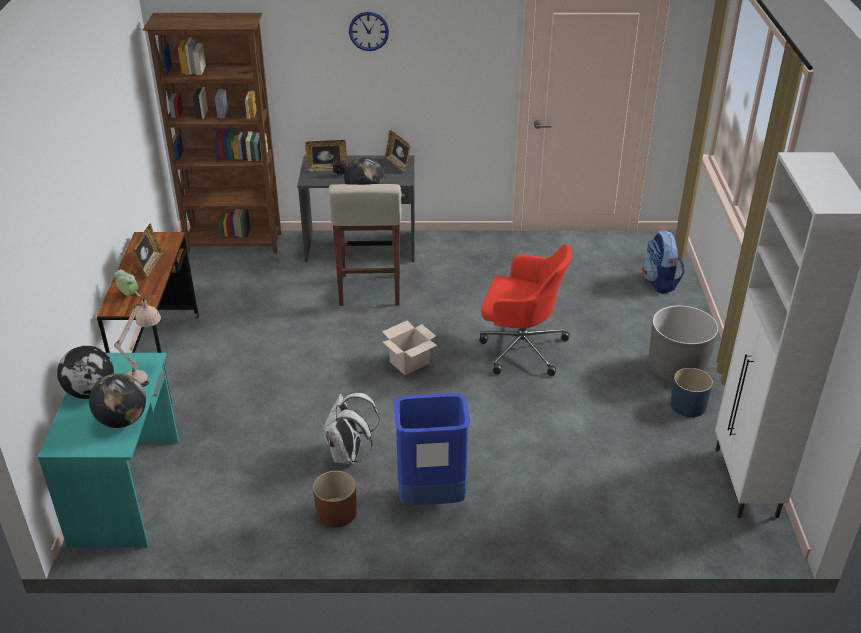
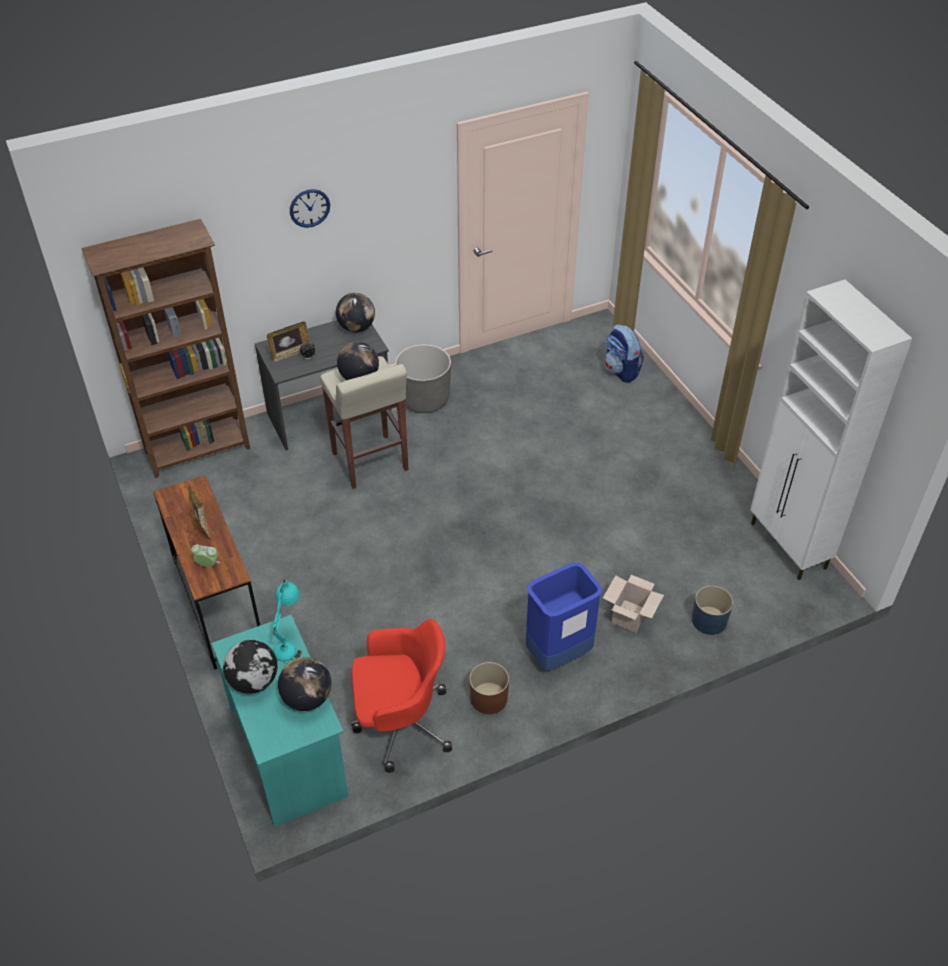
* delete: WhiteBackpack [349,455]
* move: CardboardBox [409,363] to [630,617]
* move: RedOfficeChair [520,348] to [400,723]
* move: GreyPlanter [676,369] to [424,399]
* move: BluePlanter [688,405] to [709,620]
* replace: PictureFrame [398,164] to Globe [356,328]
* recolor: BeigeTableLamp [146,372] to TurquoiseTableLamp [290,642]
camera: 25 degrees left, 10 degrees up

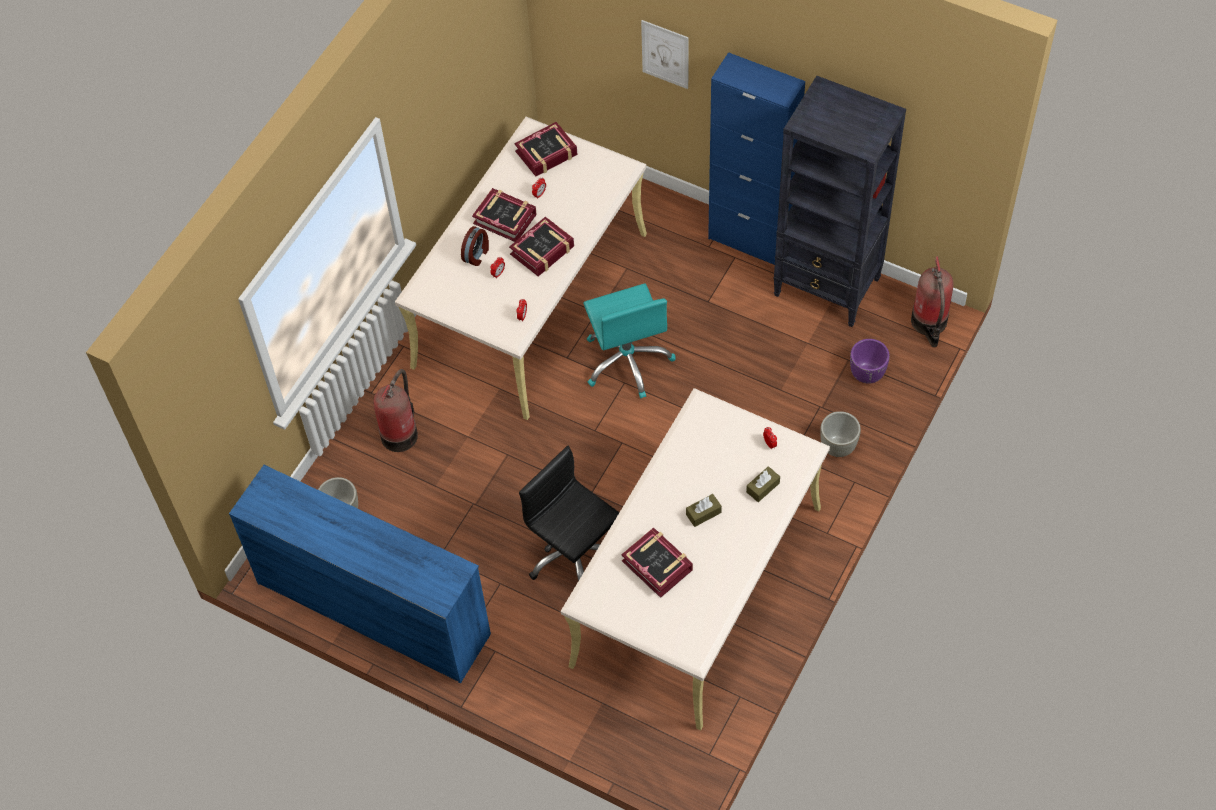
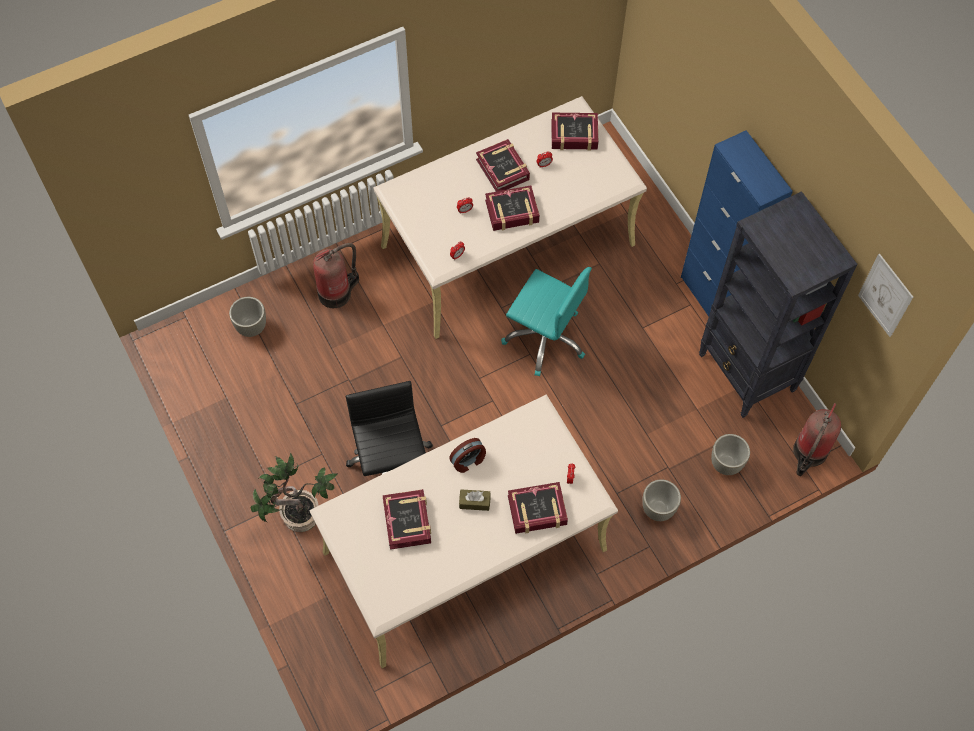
* delete: BlueDresser [373,607]
* insert: PottedPlant [300,517]
* move: AlarmClock [477,255] to [468,461]
* move: Picture [665,54] to [885,295]
* replace: BrownTissueBox [763,487] to Book [537,511]
* recolor: PurplePlanter [867,374] to GreyPlanter [726,464]
* rotate: TurquoiseOfficeChair [628,360] = [545,338] 75 degrees counterclockwise
camera: 30 degrees right, 5 degrees up

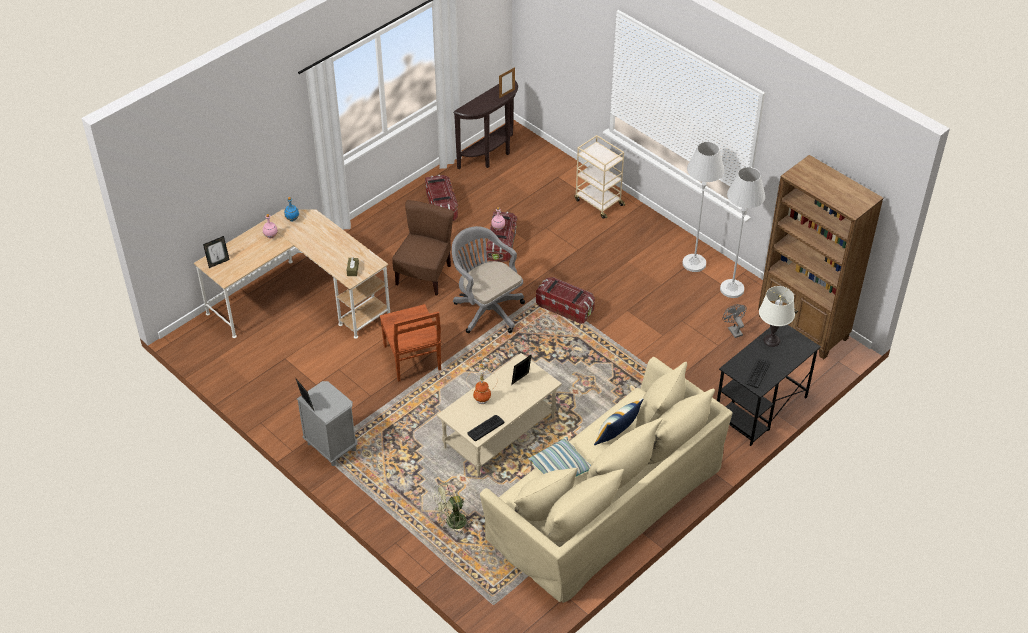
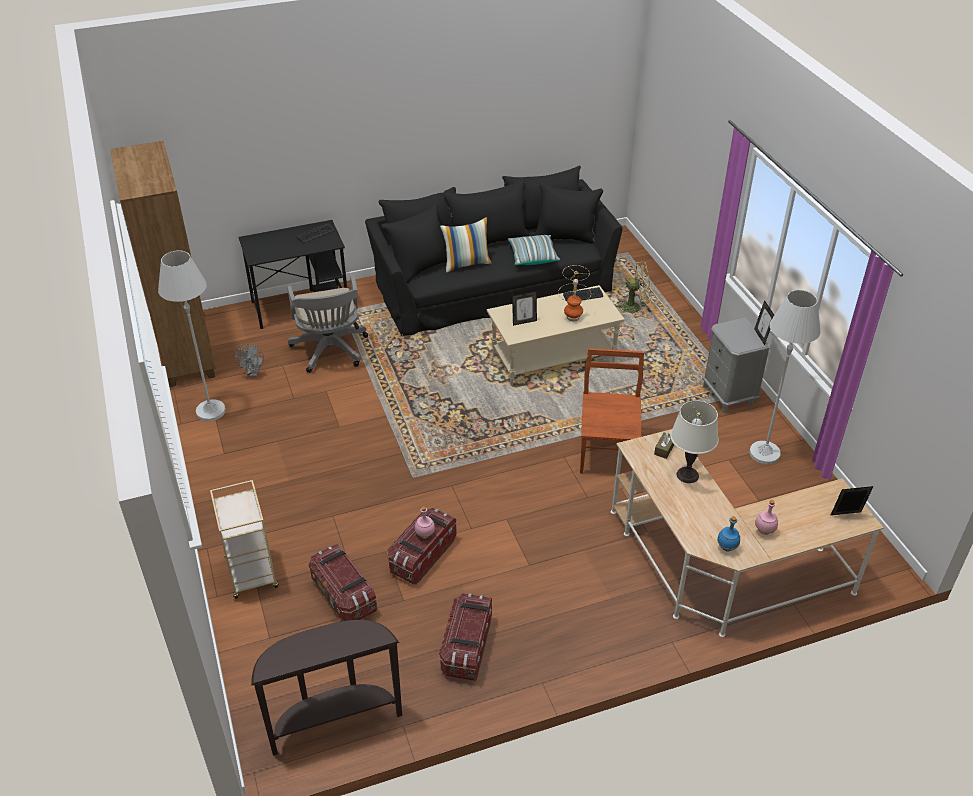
* delete: BrownChair [424,275]
* delete: PictureFrame [507,93]
* move: GreyOfficeChair [486,309] to [330,352]
* move: StorageBox [565,308] to [343,595]
* move: WhiteFloorLamp [694,263] to [764,453]
* move: WhiteTableLamp [771,340] to [687,475]
* recolor: BeigeSofa [605,500] to BlackSofa [493,285]
camera: 155 degrees left, 5 degrees down

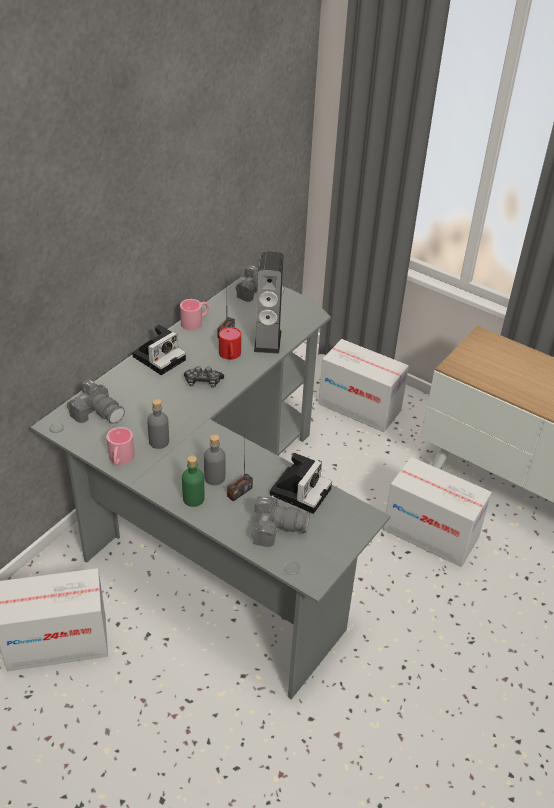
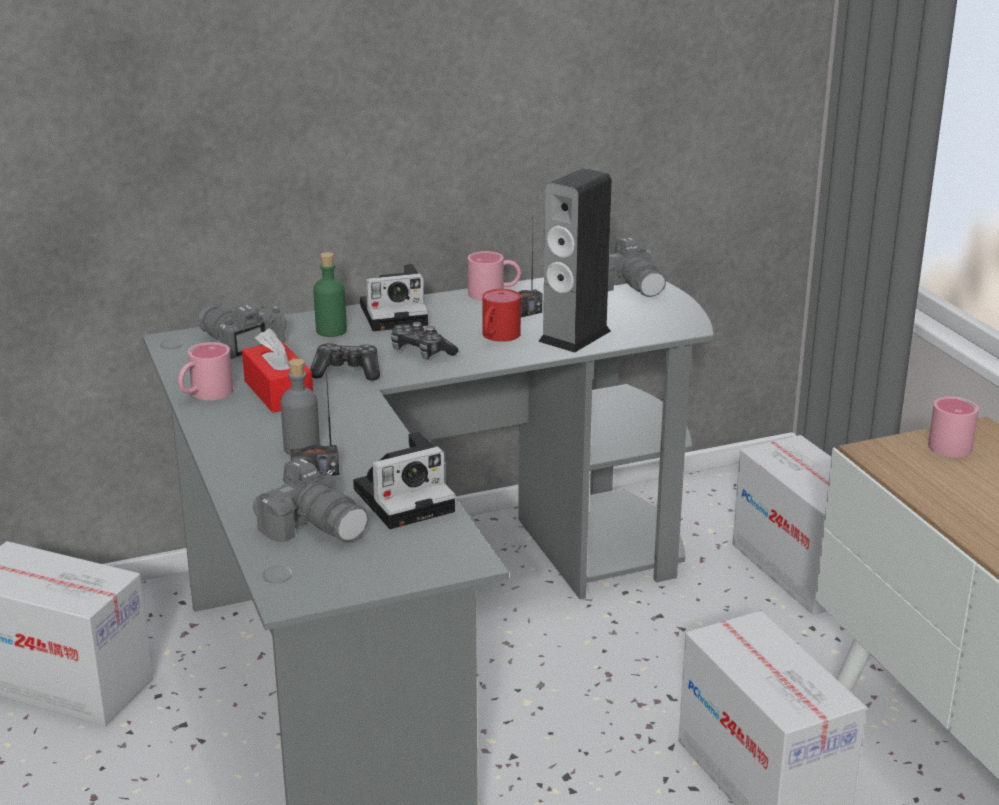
* insert: GameController [347,372]
* insert: PinkMug [952,443]
* move: GreenBottle [193,499] to [331,331]
* replace: GreyBottle [159,442] to RedTissueBox [278,392]
* rotate: PhotoCamera [98,412] = [241,344] 150 degrees clockwise
camera: 35 degrees right, 15 degrees down

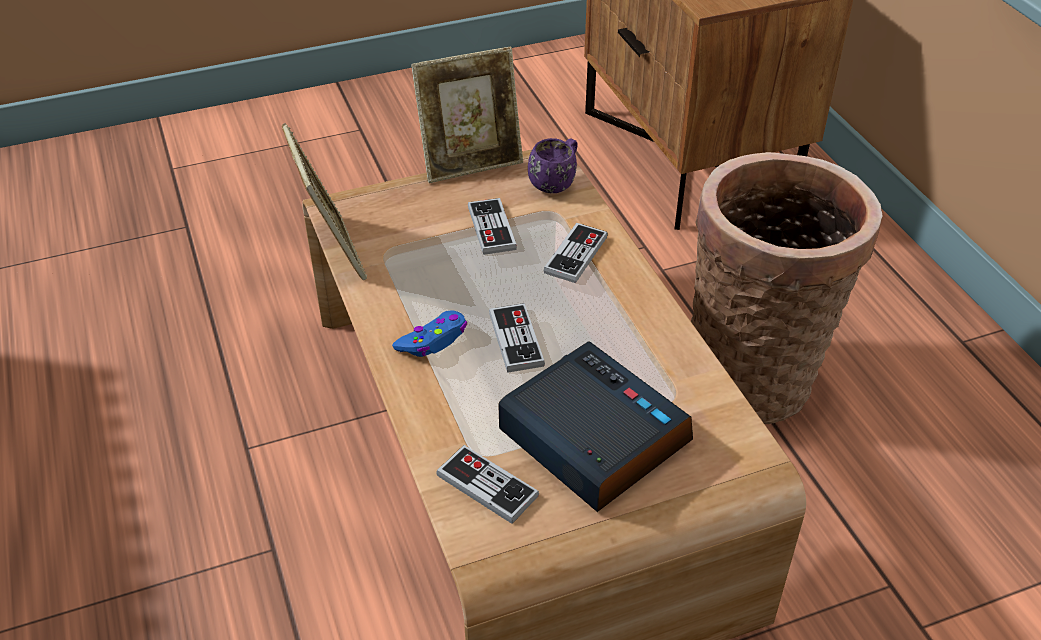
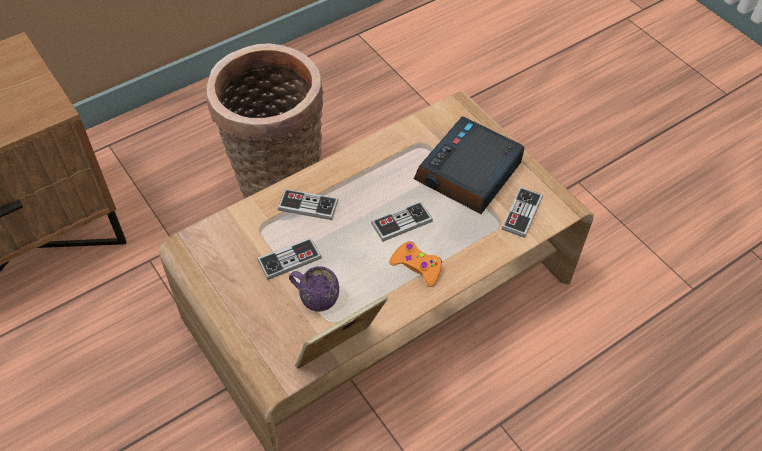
* delete: PictureFrame [471,162]
* move: PurpleMug [556,182] to [314,298]
* recolor: BlueGameController [433,341] to OrangeGameController [417,266]
camera: 105 degrees left, 10 degrees up

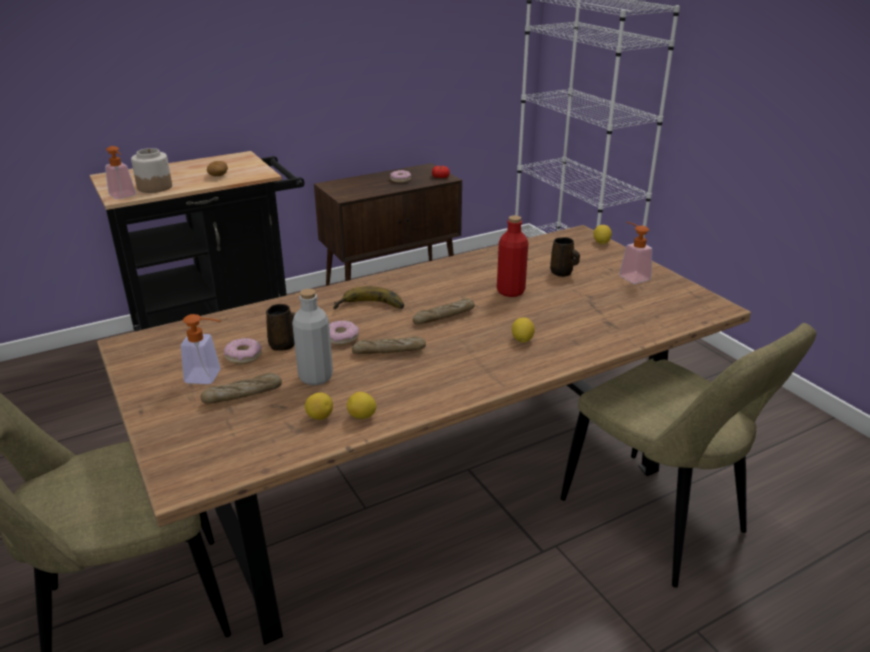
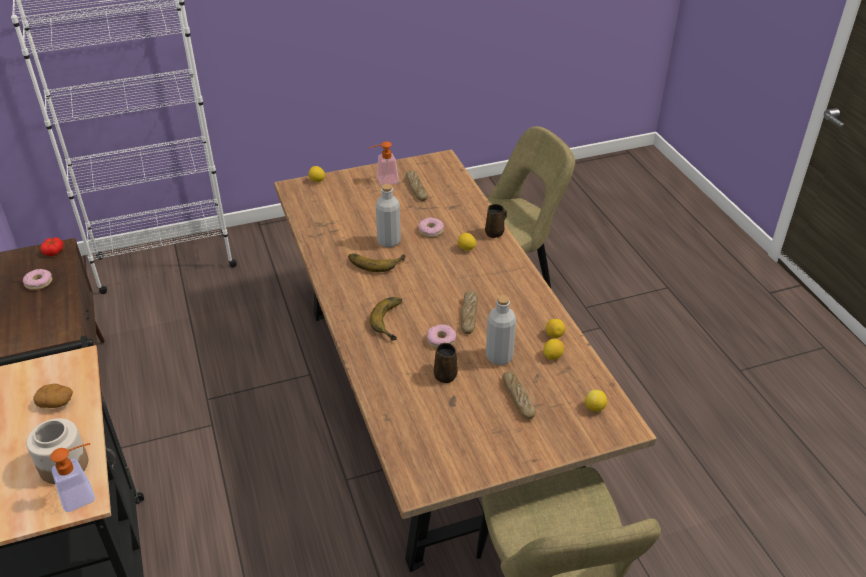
* delete: SoapDispenser [209,377]
* insert: Banana [375,261]
* insert: Lemon [595,408]
* move: Donut [243,356] to [431,231]
* move: Bread [444,317] to [416,188]
* move: BrownMug [562,273] to [495,232]
* recolor: RedBottle [510,291] to GreyBottle [389,241]
camera: 80 degrees left, 10 degrees up

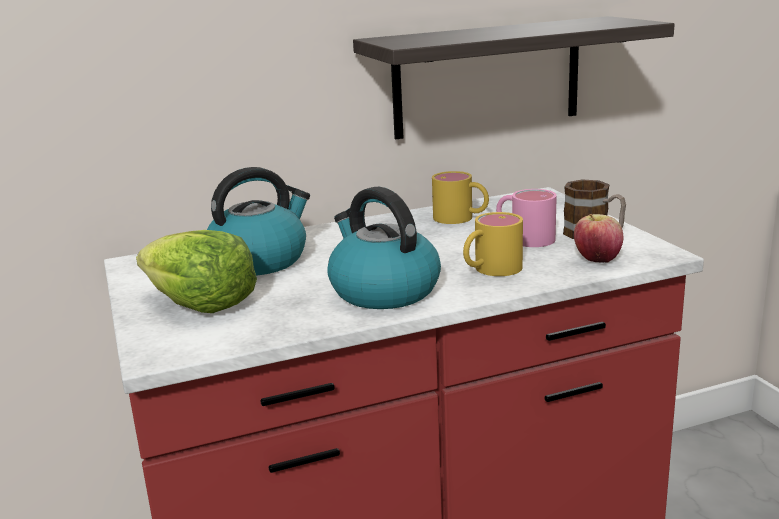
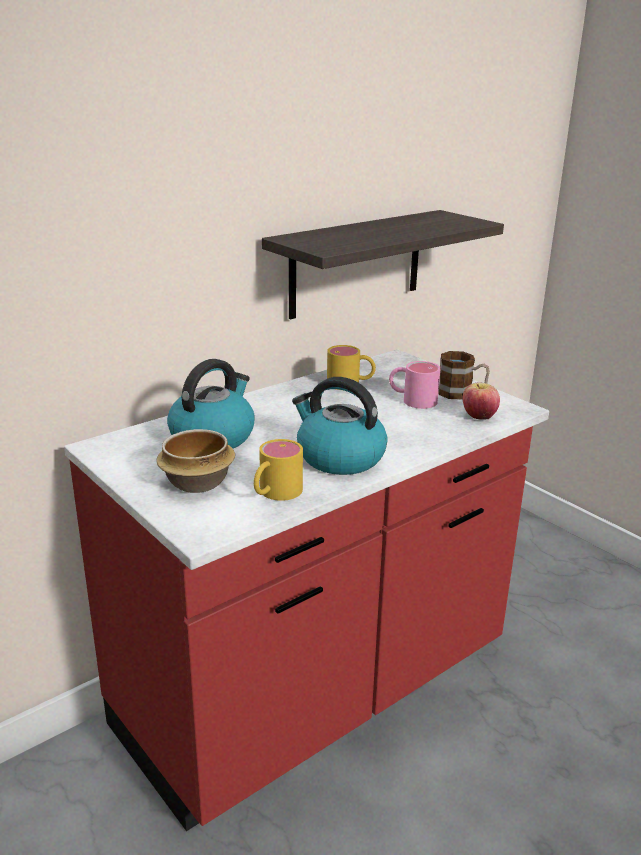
* move: YellowMug [490,270] to [275,493]
* replace: Lettuce [201,304] to Bowl [198,483]
camera: 20 degrees left, 5 degrees up

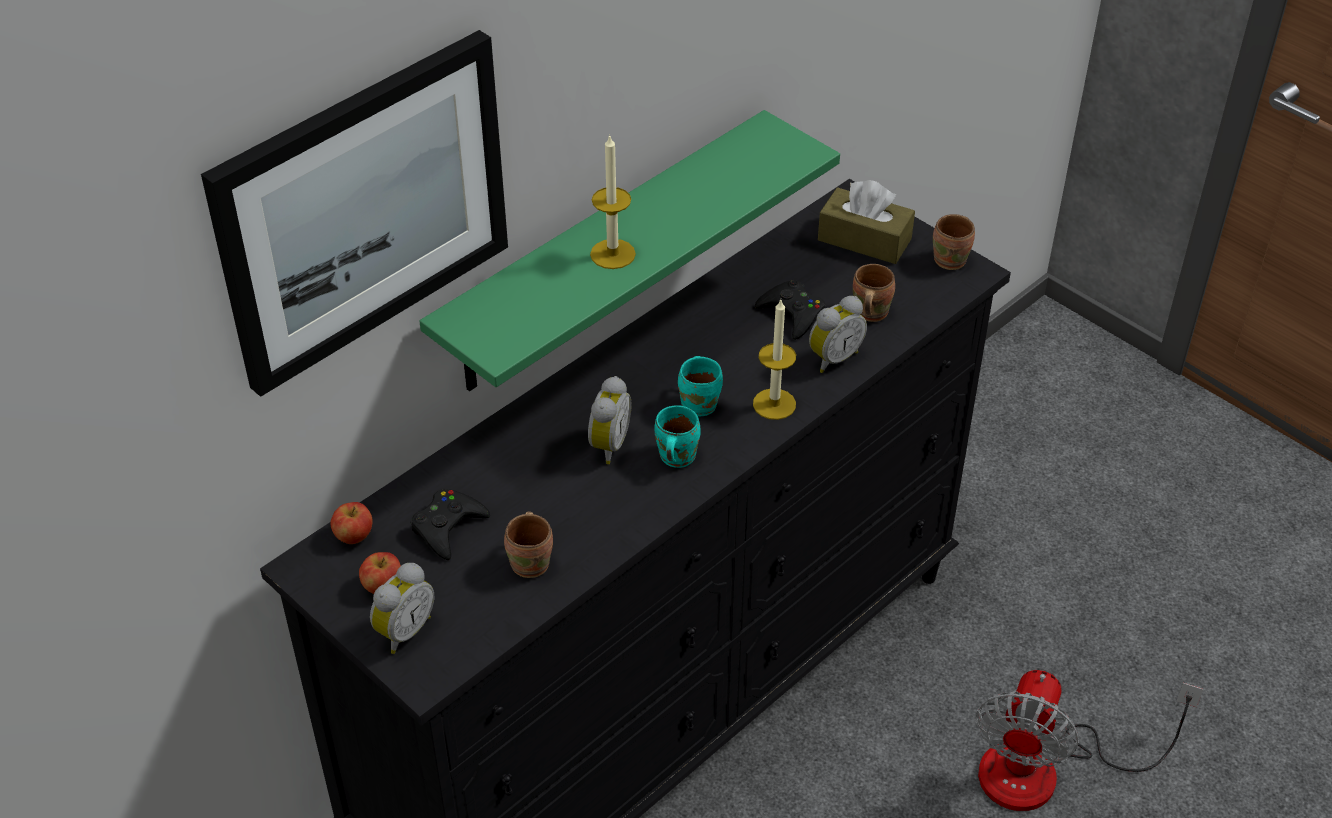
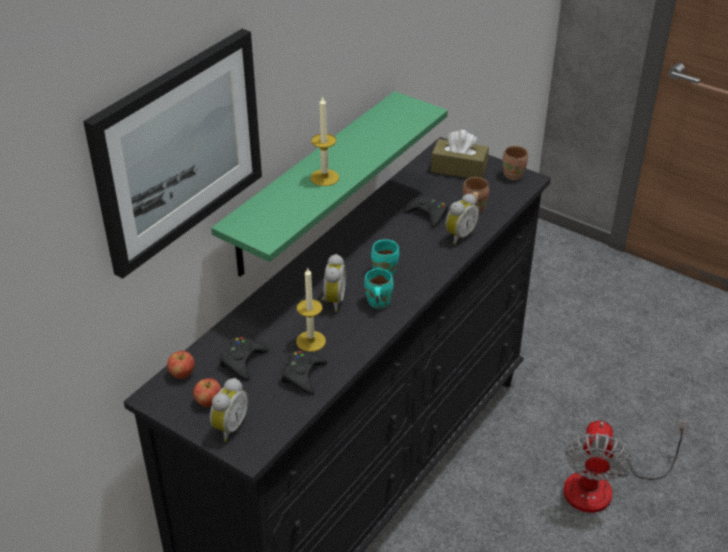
* move: Candle [774,404] to [311,341]
* replace: BrownMug [532,563] to BlackGameController [303,375]
camera: 10 degrees left, 5 degrees down

